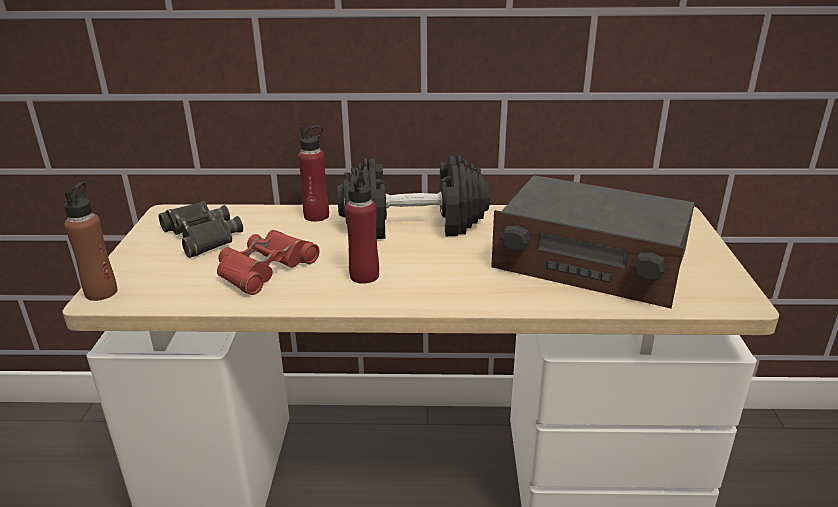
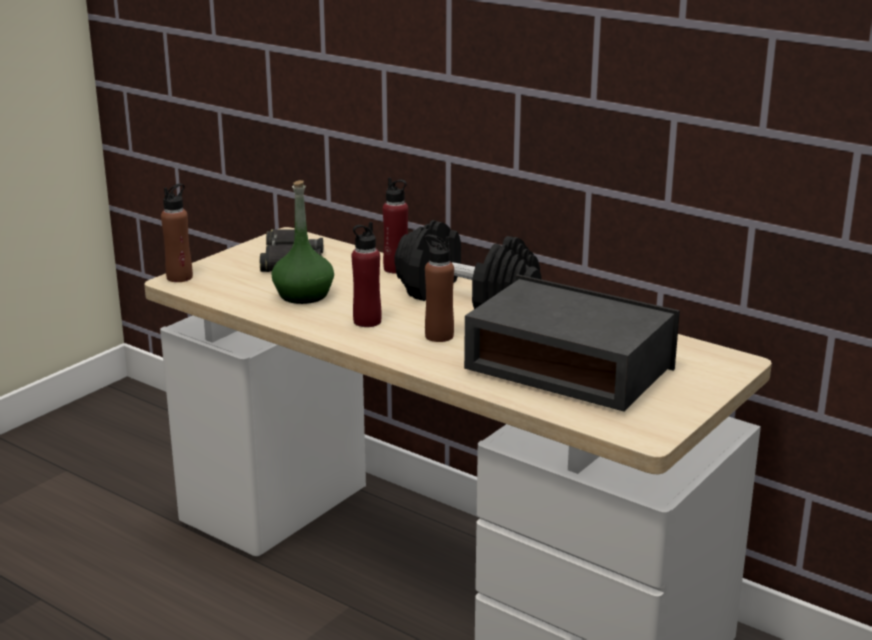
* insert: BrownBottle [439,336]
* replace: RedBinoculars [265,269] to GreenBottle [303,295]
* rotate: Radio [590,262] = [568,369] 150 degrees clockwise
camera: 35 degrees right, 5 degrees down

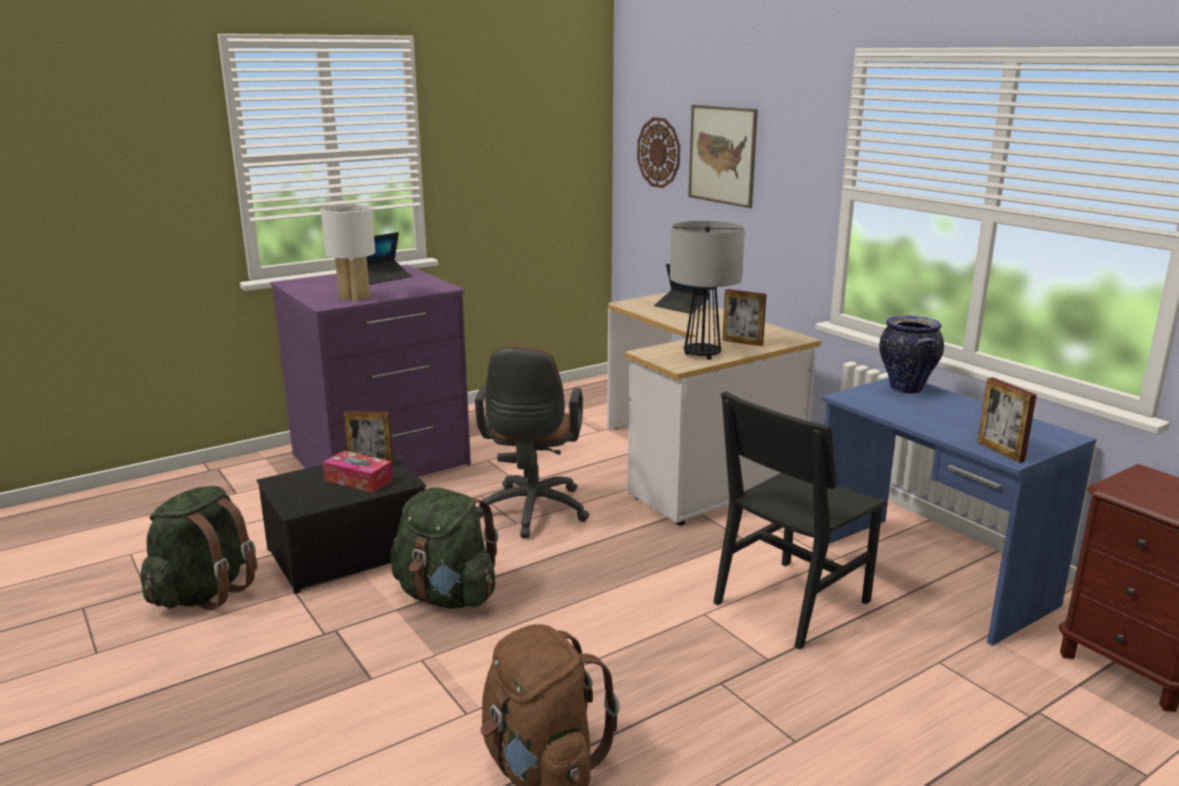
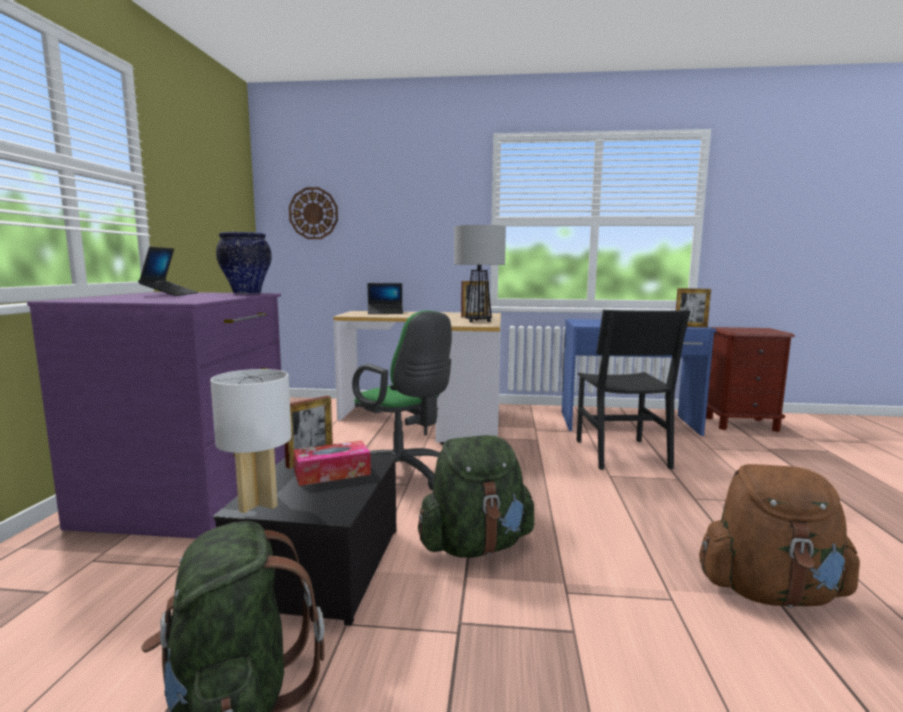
* delete: Picture [722,155]
* move: WhiteTableLamp [355,298] to [258,502]
* move: Vase [905,388] to [246,293]
* recolor: BrownOfficeChair [532,513] to GreenOfficeChair [403,475]
camera: 50 degrees left, 10 degrees down

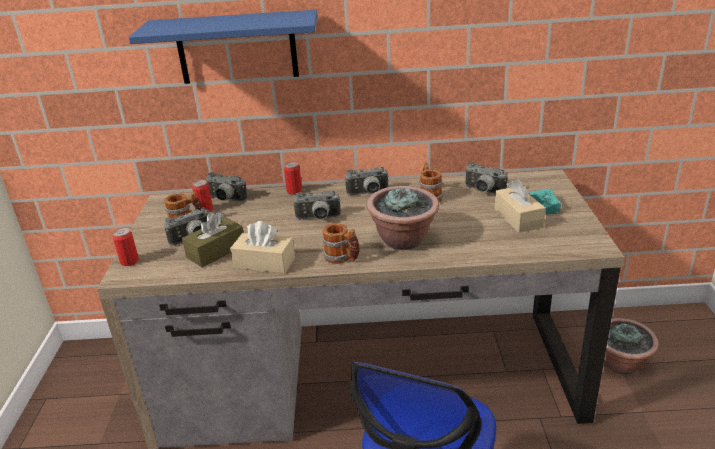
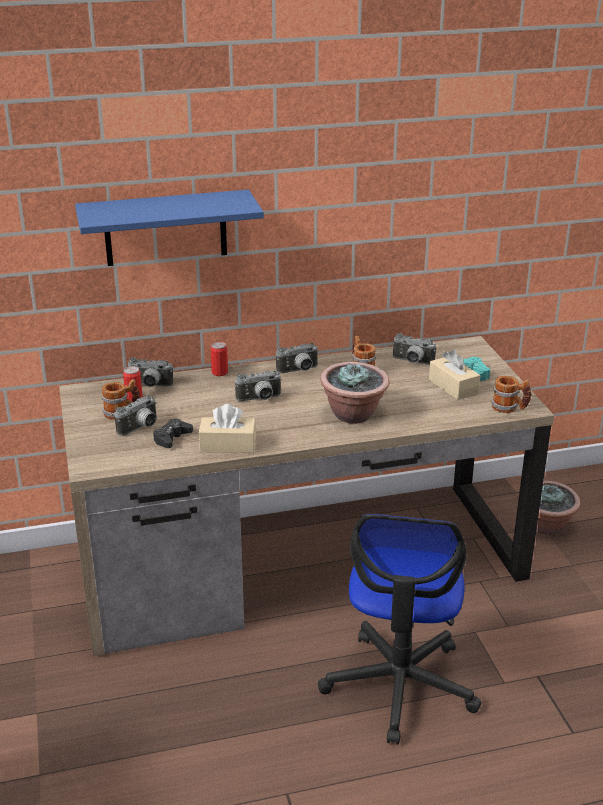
* delete: Can [129,261]
* move: Mug [342,258] to [509,408]
* replace: BrownTissueBox [216,251] to BlackGameController [172,438]
camera: 15 degrees left, 0 degrees up

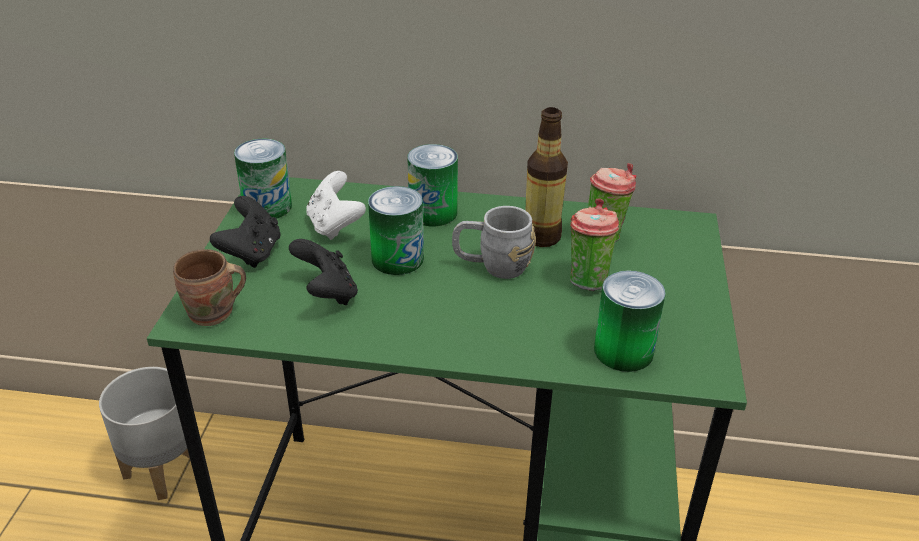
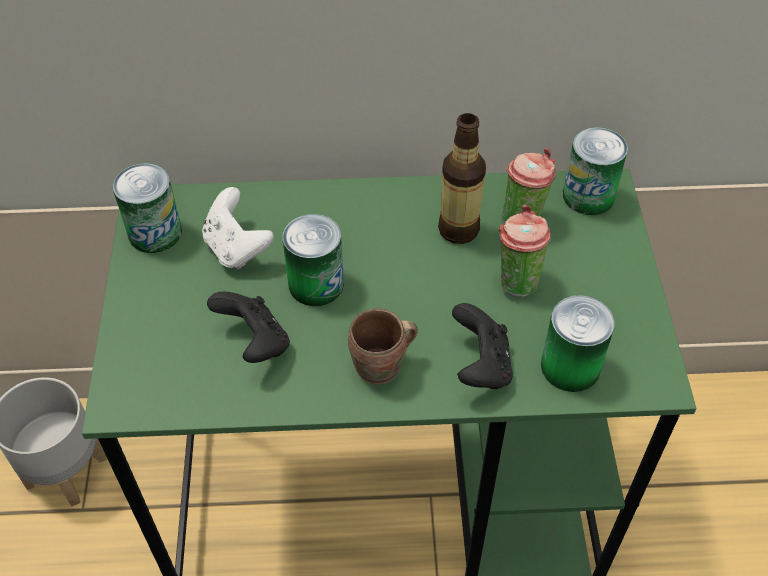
* delete: GreyMug [492,266]
* move: BrownMug [214,314] to [382,368]
* move: BlackGameController [252,253] to [480,366]
* move: Can [433,212] to [588,196]
camera: 10 degrees left, 15 degrees up

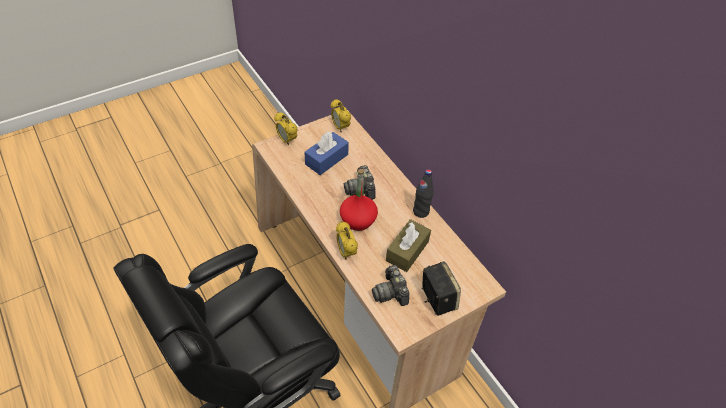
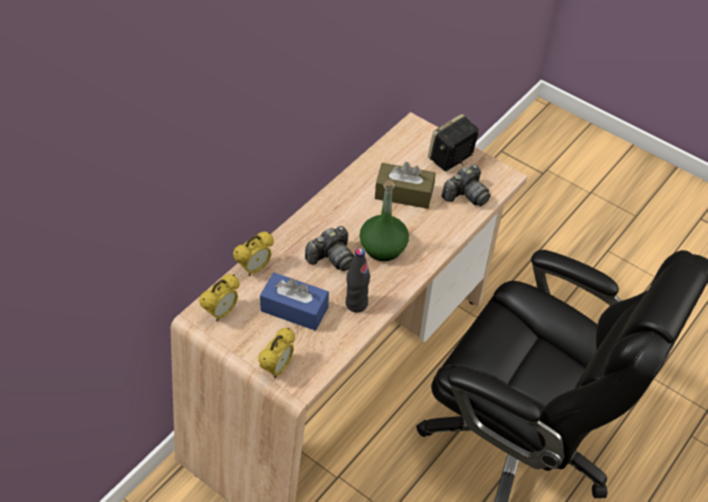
* move: AlarmClock [346,253] to [254,268]
* move: BlackBottle [421,212] to [356,304]
* recolor: RedBottle [358,220] to GreenBottle [383,248]
camera: 110 degrees left, 0 degrees up

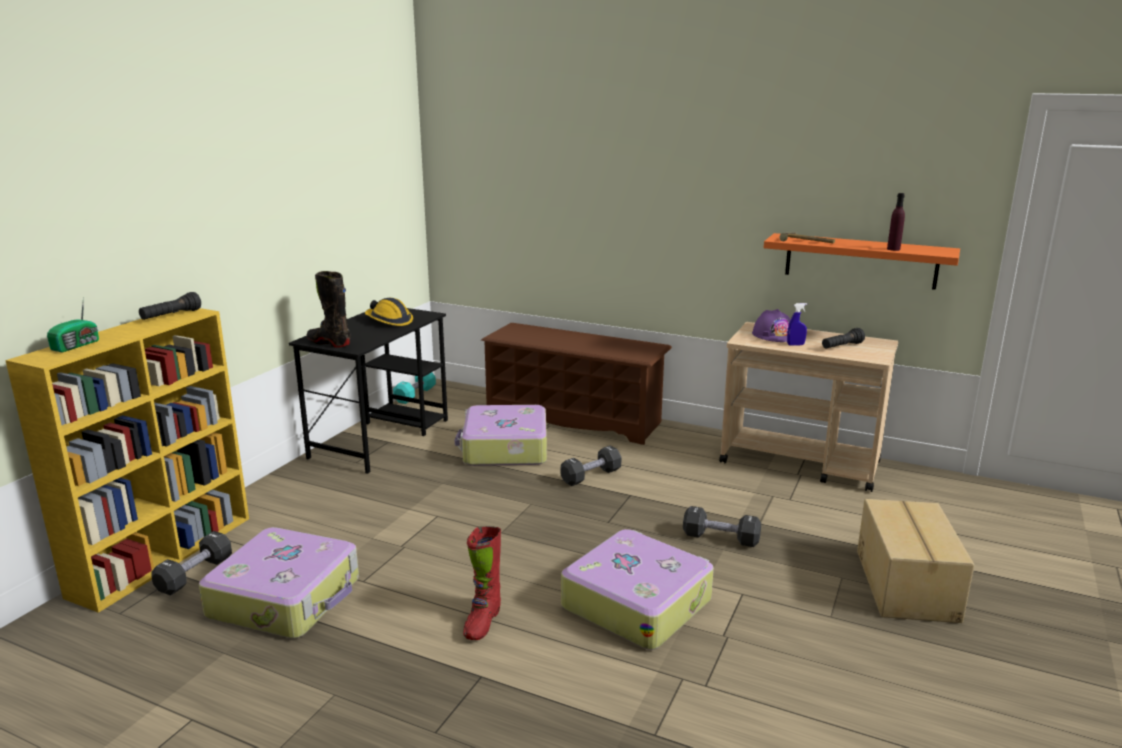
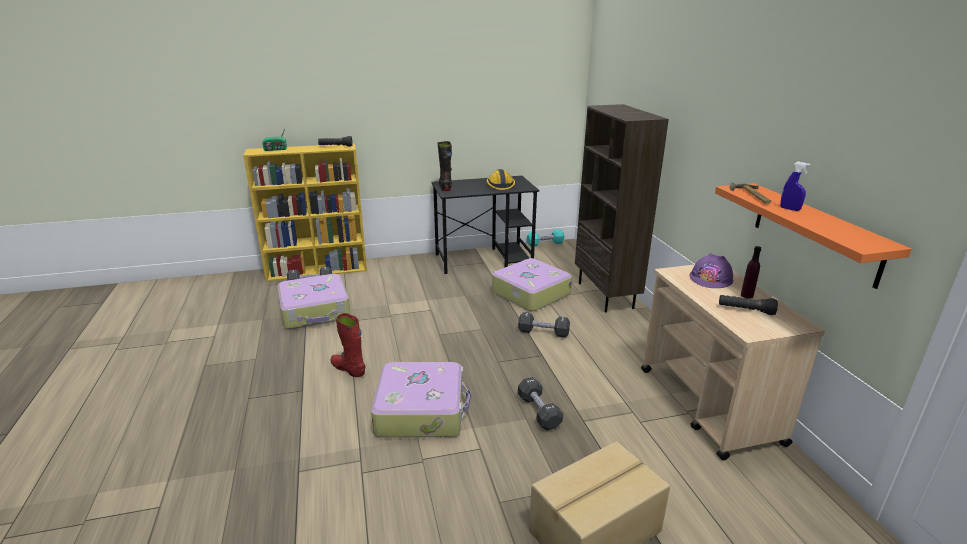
* move: BlueSprayBottle [795,345] to [789,209]
* move: PurpleBottle [893,249] to [746,295]
* replace: BrownShoeRack [574,418] to BrownBookcase [606,295]
* rotate: RedBoot [482,622] = [348,369] 60 degrees clockwise
camera: 50 degrees right, 5 degrees up

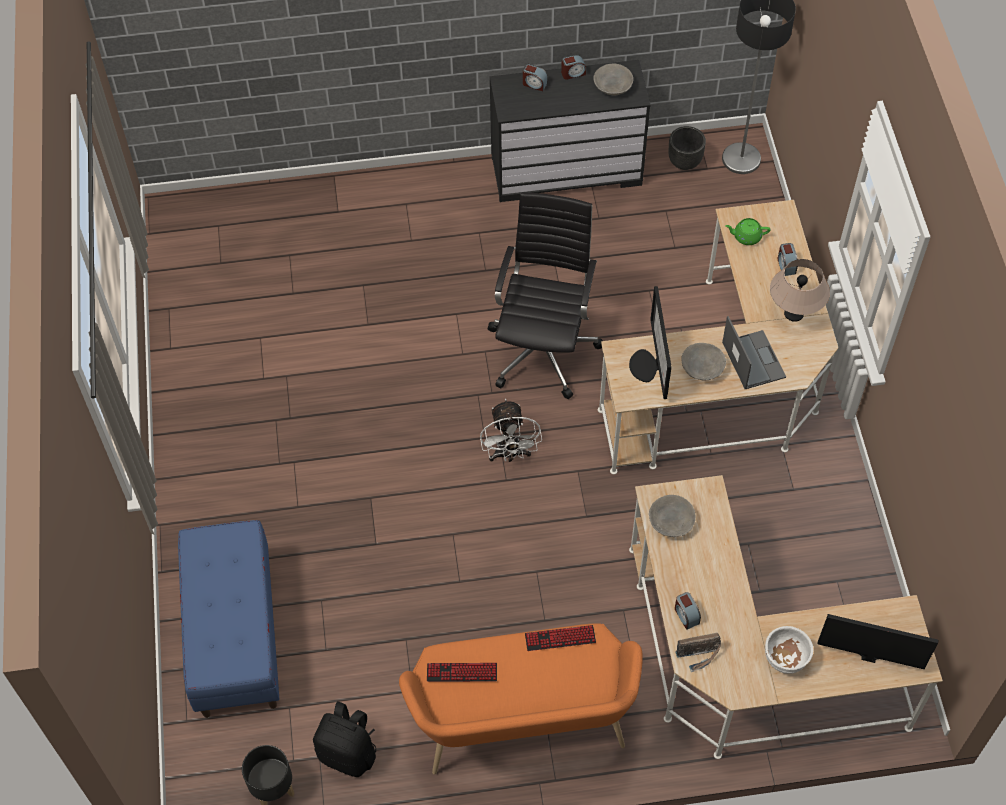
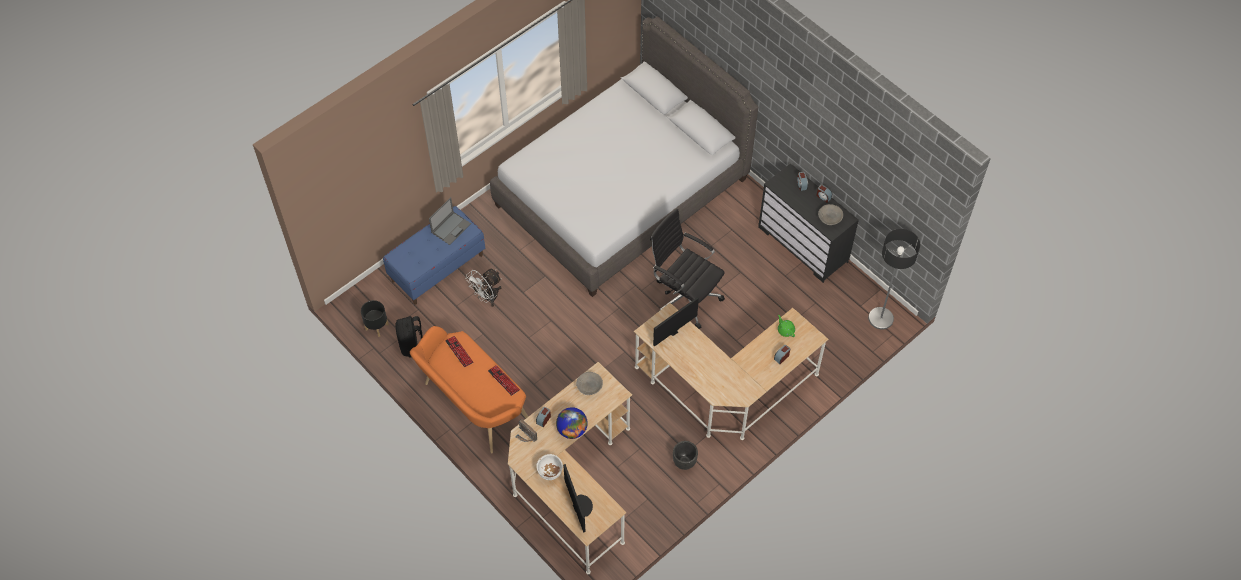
* delete: GreyBowl [701,368]
* delete: BeigeTableLamp [794,314]
* insert: GreyBed [621,192]
* insert: Globe [572,430]
* move: WhiteFan [509,454] to [487,297]
* move: BlackPlanter [685,162] to [684,462]
* move: Laptop [752,359] to [451,228]
* rotate: BlackOfficeChair [544,348] = [684,297] 120 degrees counterclockwise
camera: 55 degrees right, 0 degrees up

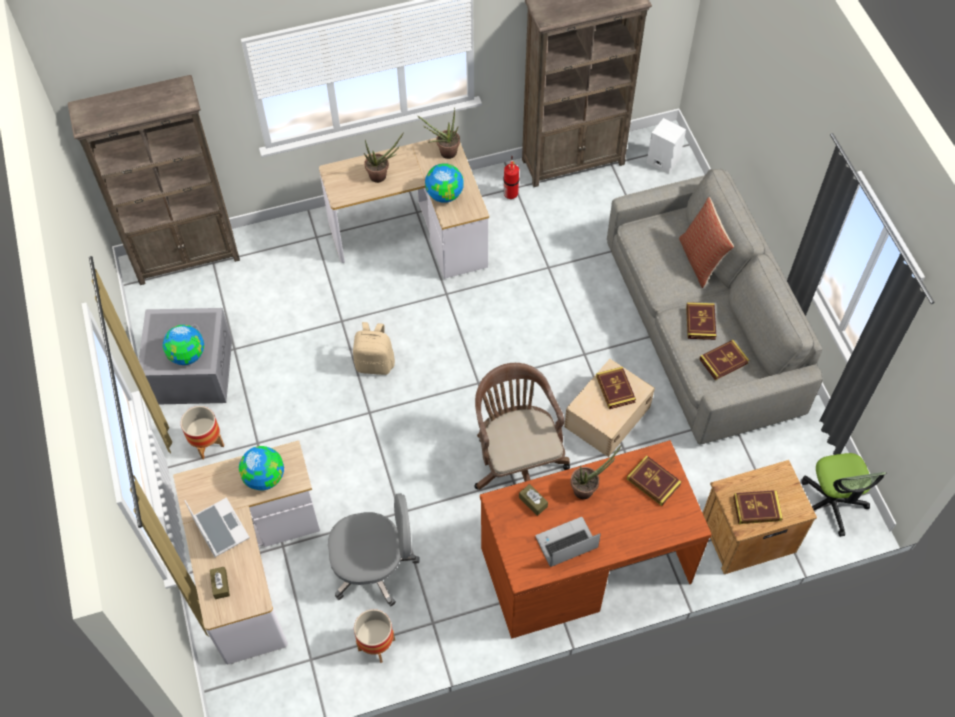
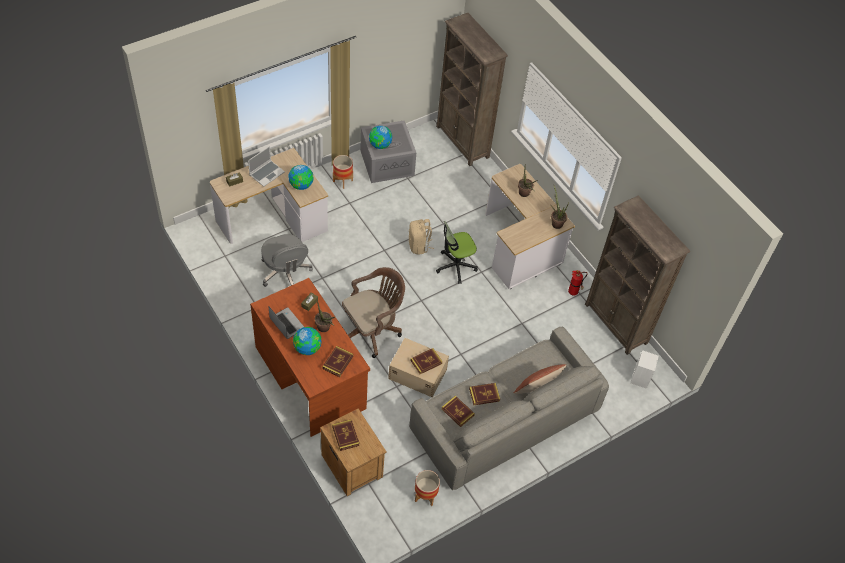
* move: Planter [376,645] to [425,496]
* move: Globe [444,194] to [307,348]
* move: OfficeChair [830,503] to [455,266]
camera: 70 degrees right, 5 degrees down

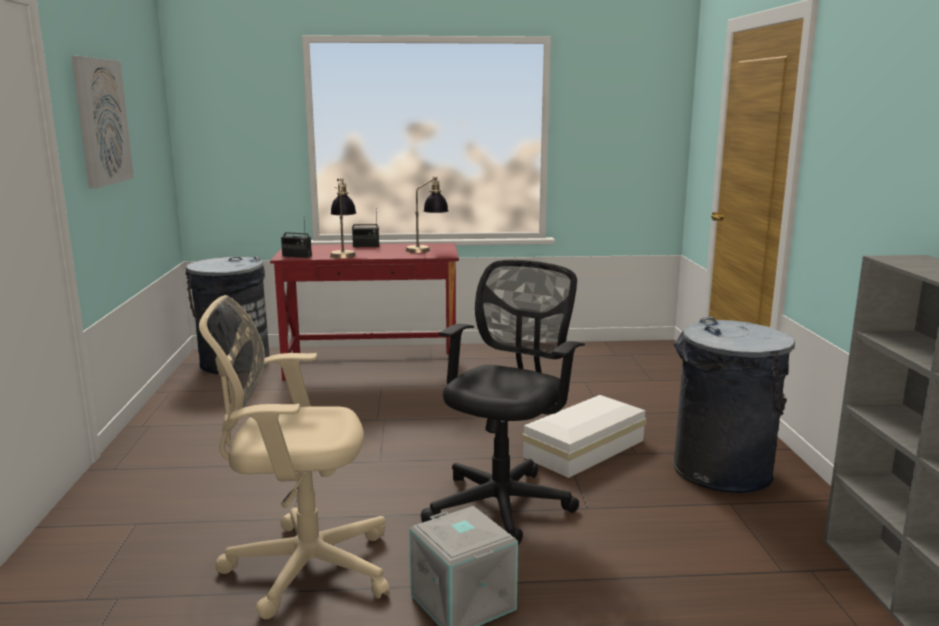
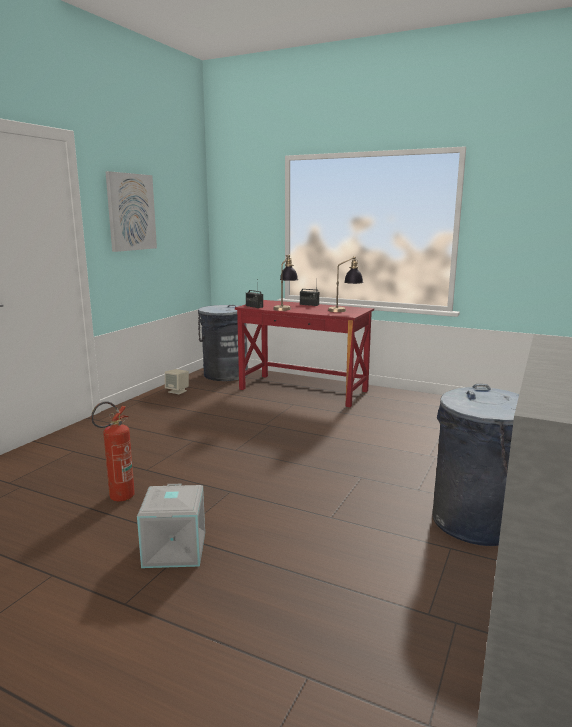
* delete: BlackOfficeChair [503,502]
* delete: WhiteStorageBox [587,448]
* insert: BeigeSpeaker [177,391]
* replace: BeigeOfficeChair [301,567] to FireExtinguisher [117,499]
camera: 30 degrees right, 0 degrees up

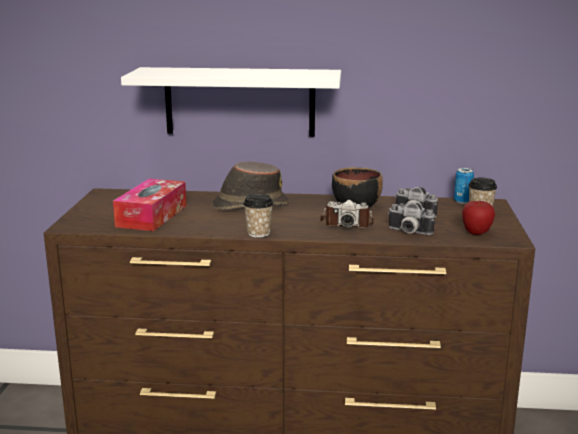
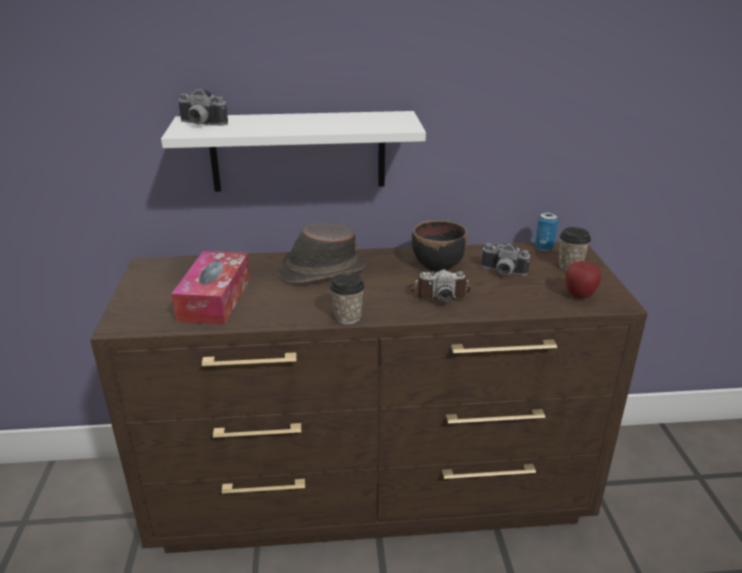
* move: PhotoCamera [408,232] to [200,124]
camera: 10 degrees left, 10 degrees up

